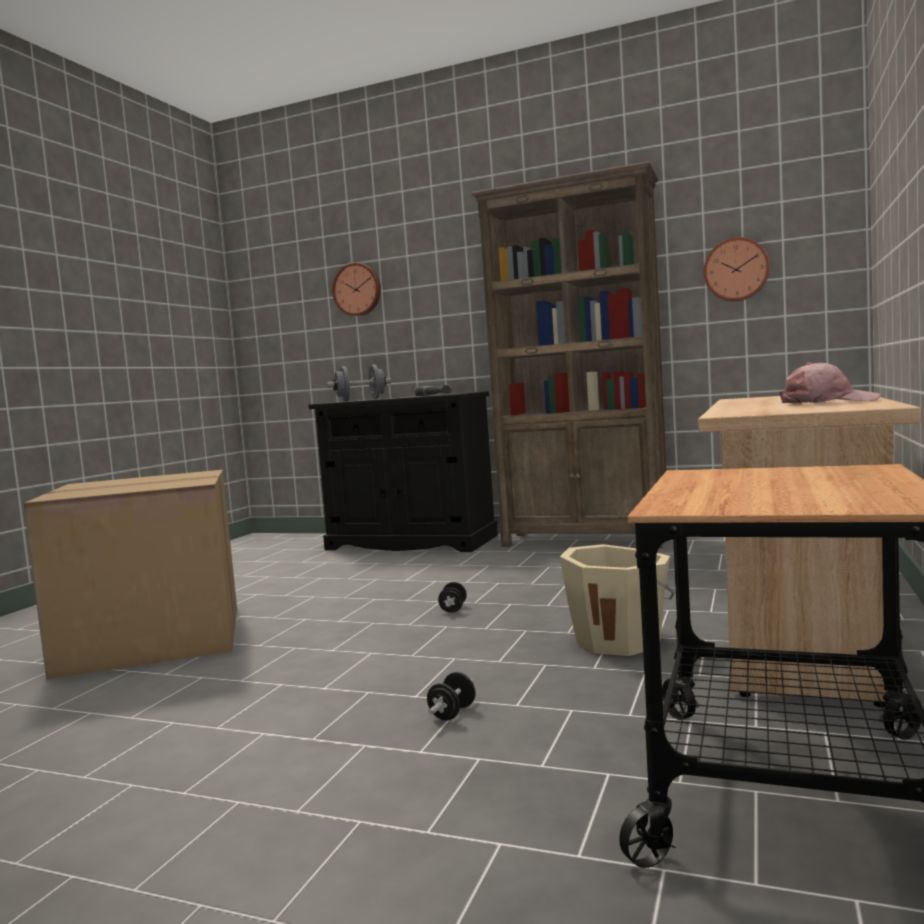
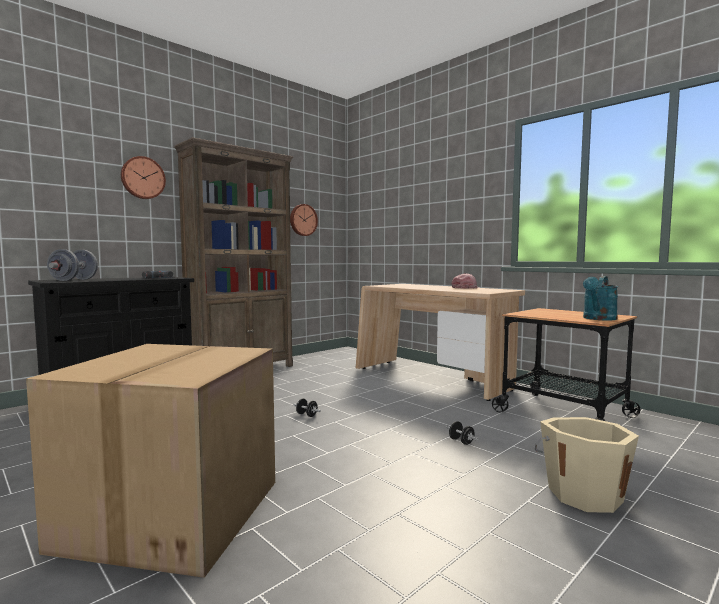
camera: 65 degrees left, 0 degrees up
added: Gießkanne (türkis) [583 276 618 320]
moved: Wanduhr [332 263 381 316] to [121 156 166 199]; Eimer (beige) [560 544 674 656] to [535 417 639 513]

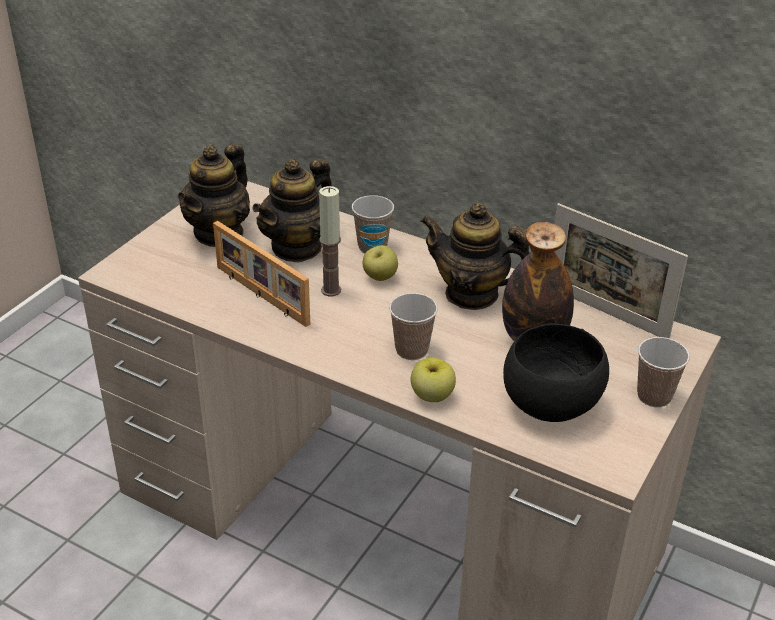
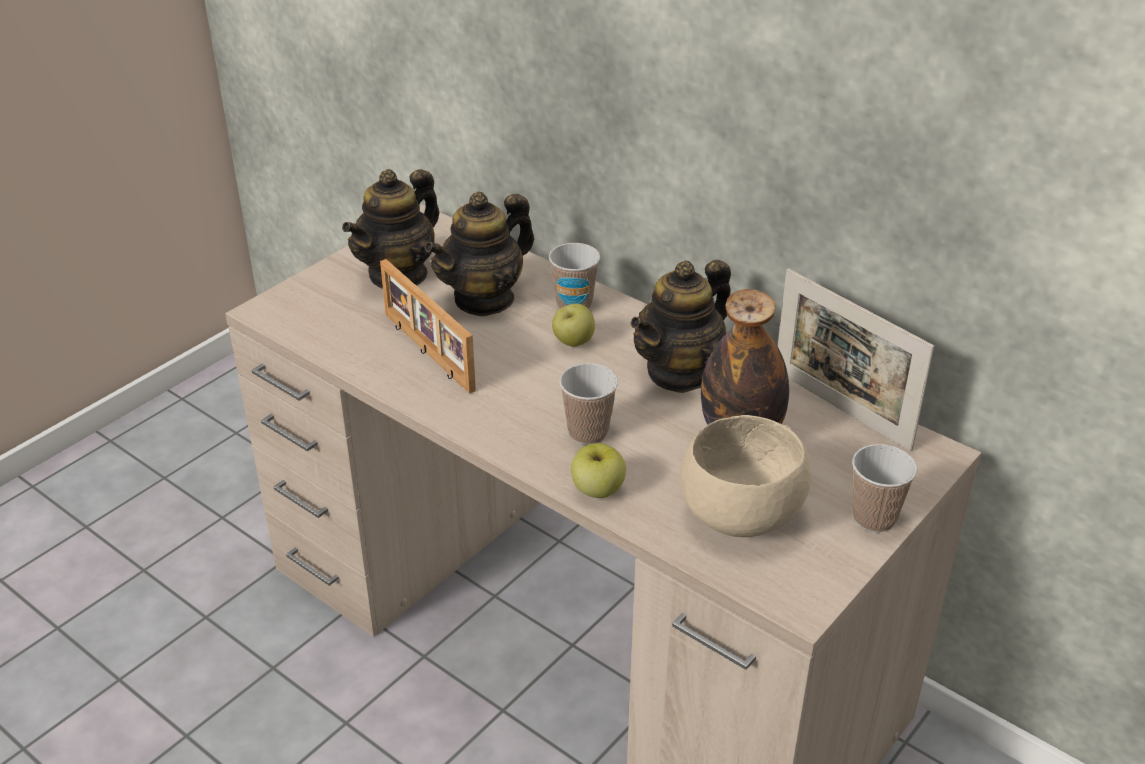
camera: 10 degrees right, 0 degrees up
removed: Kerze [319 186 341 297]
recoloured: Schüssel (schwarz) [503 323 609 422] to Schüssel (beige) [680 415 812 537]
turned: Teekanne [420 203 529 310] = [630 260 731 393] 75 degrees counterclockwise

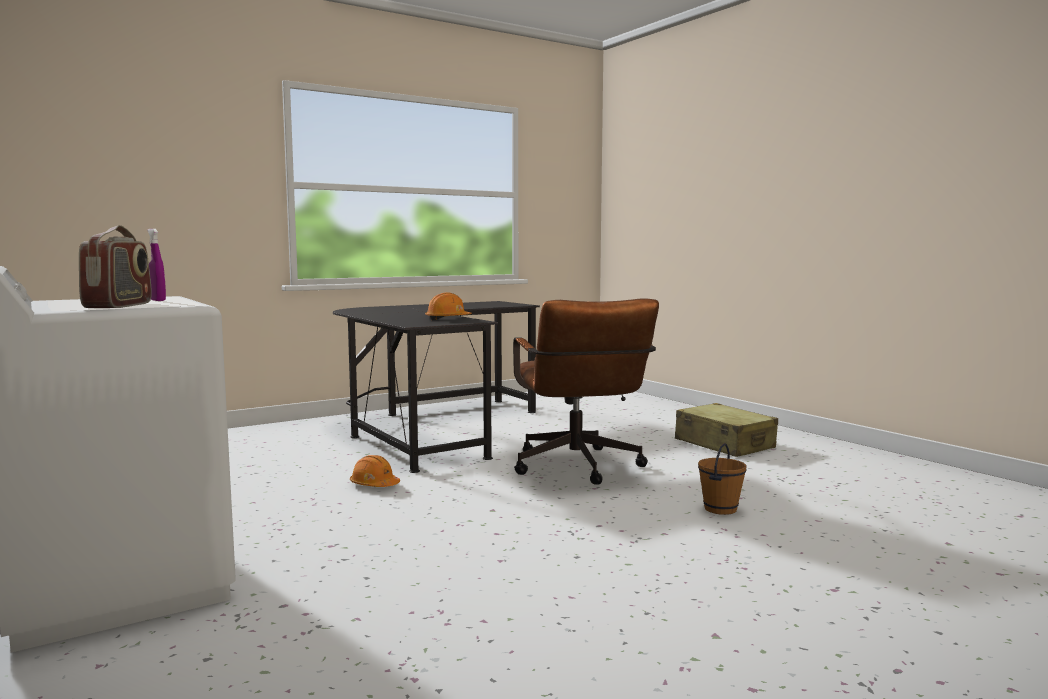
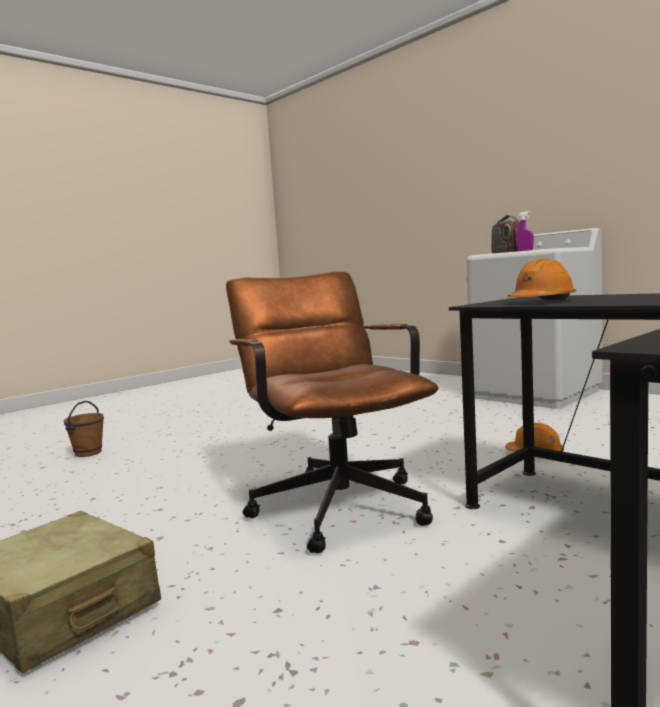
camera: 170 degrees right, 0 degrees up
moved: Eimer (braun) [698 443 747 515] to [64 401 104 457]

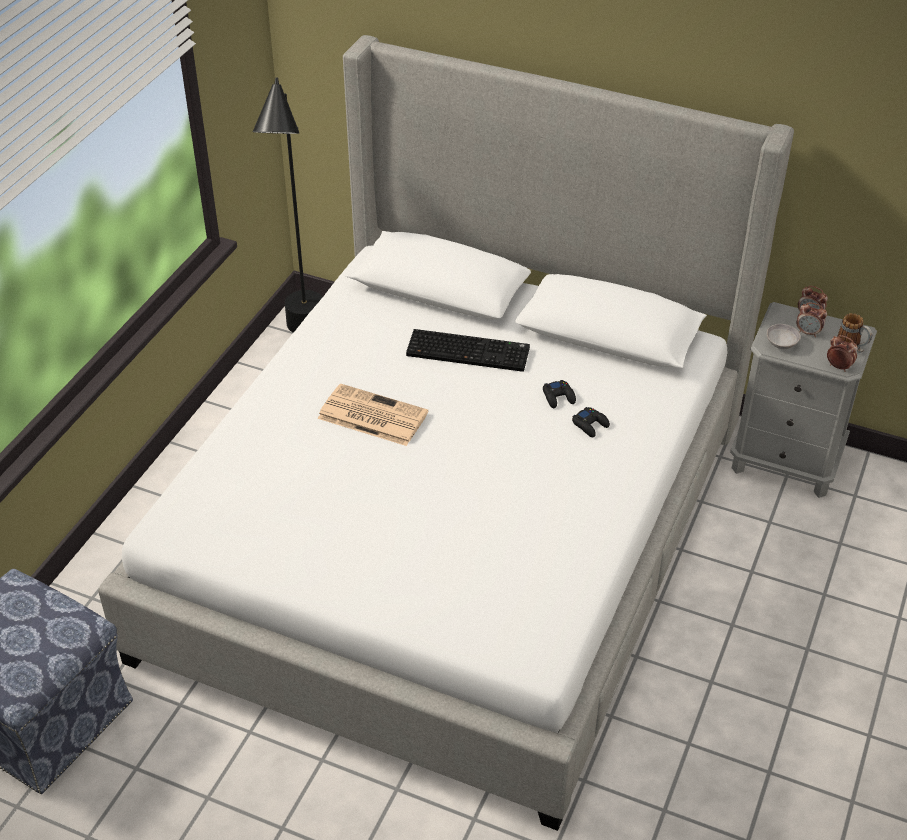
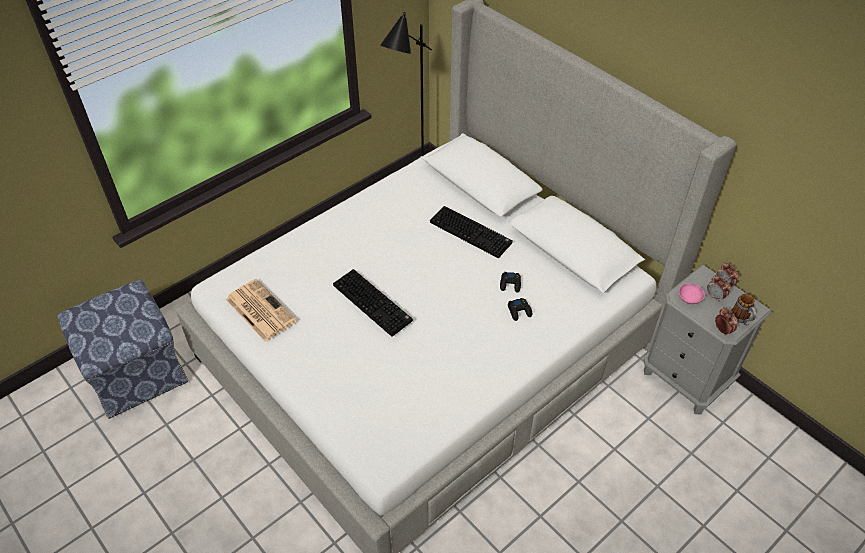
camera: 25 degrees right, 5 degrees up
added: Tastatur [333 269 413 337]
moved: Zeitung [317 384 428 446] to [226 279 297 342]
recoloured: Schüssel (grau) [767 324 801 349] to Schüssel (rosa) [679 283 705 304]

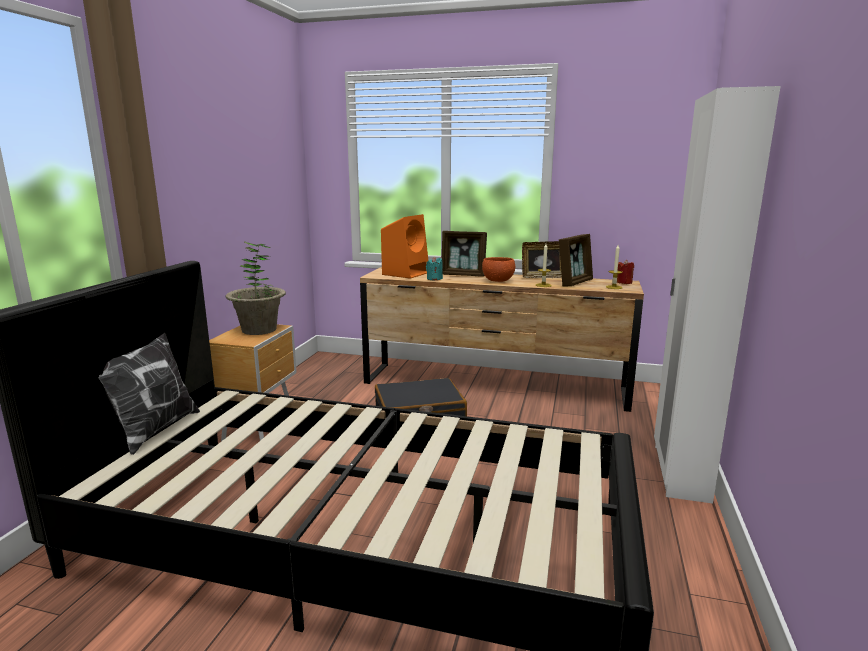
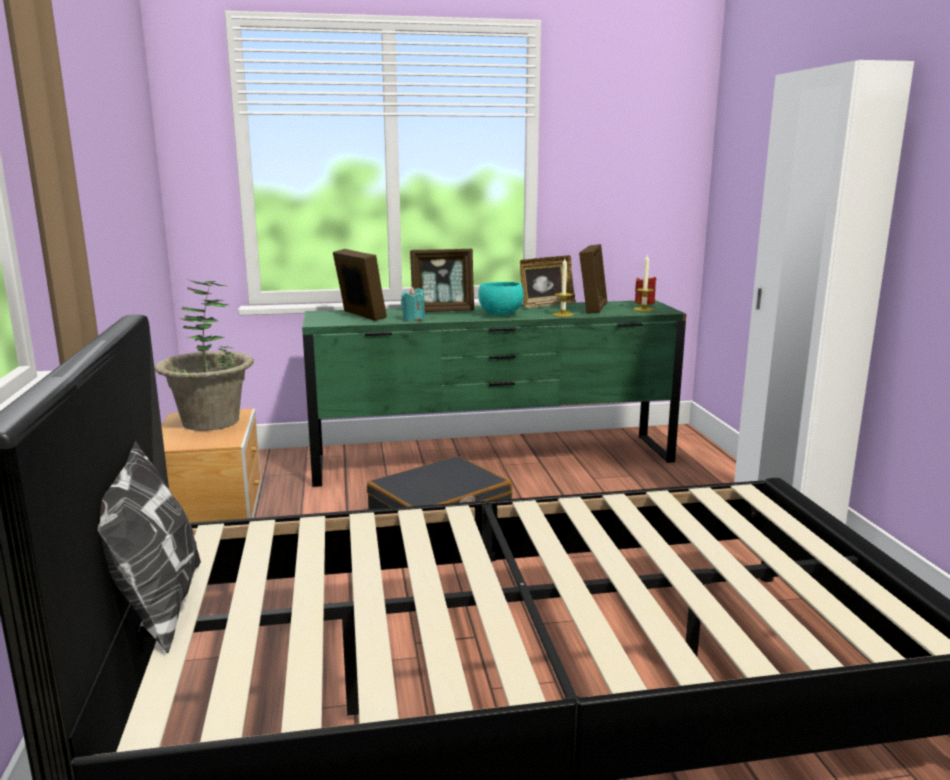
camera: 25 degrees left, 0 degrees up
replaced: Lautsprecher (orange) [381 214 428 279] to Bilderrahmen [333 249 387 321]
recoloured: Kommode (braun) [360 268 644 412] to Kommode (grün) [302 300 686 487]; Schüssel (orange) [482 257 515 282] to Schüssel (türkis) [478 282 524 315]

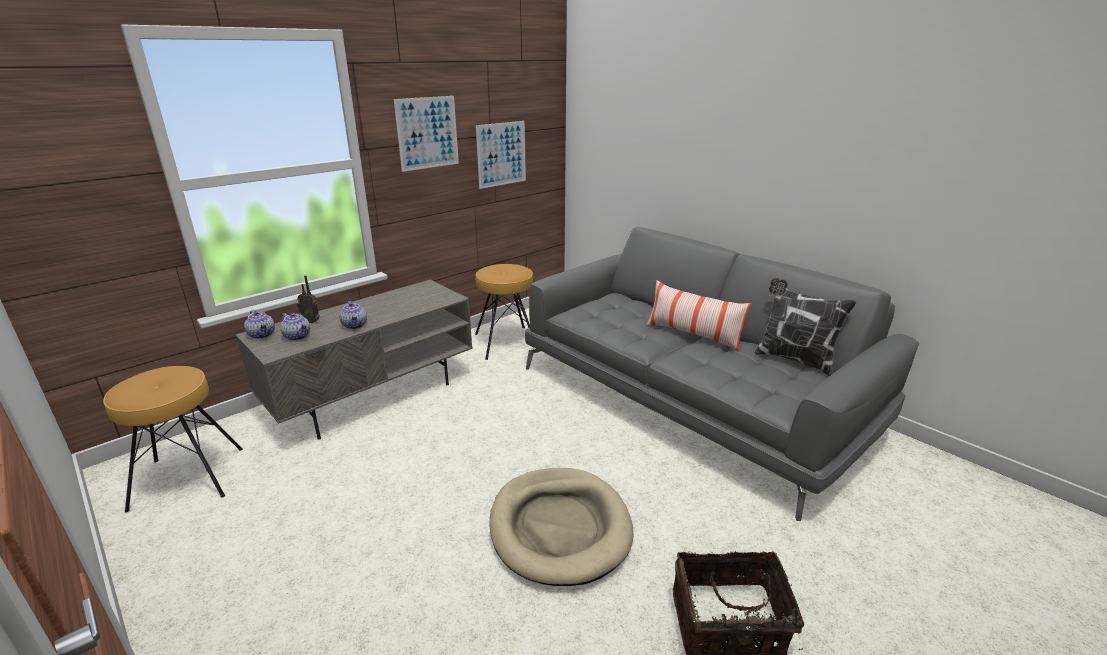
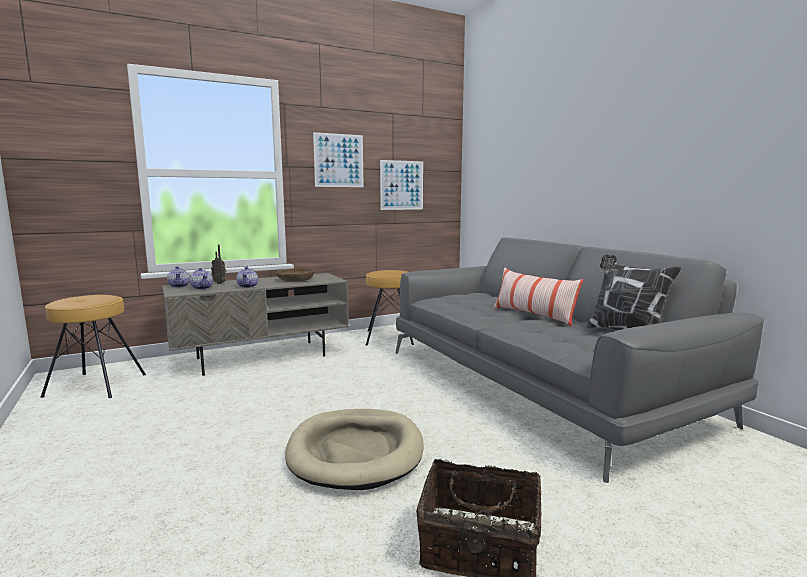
camera: 15 degrees right, 15 degrees down
added: Schüssel (braun) [276 268 315 282]

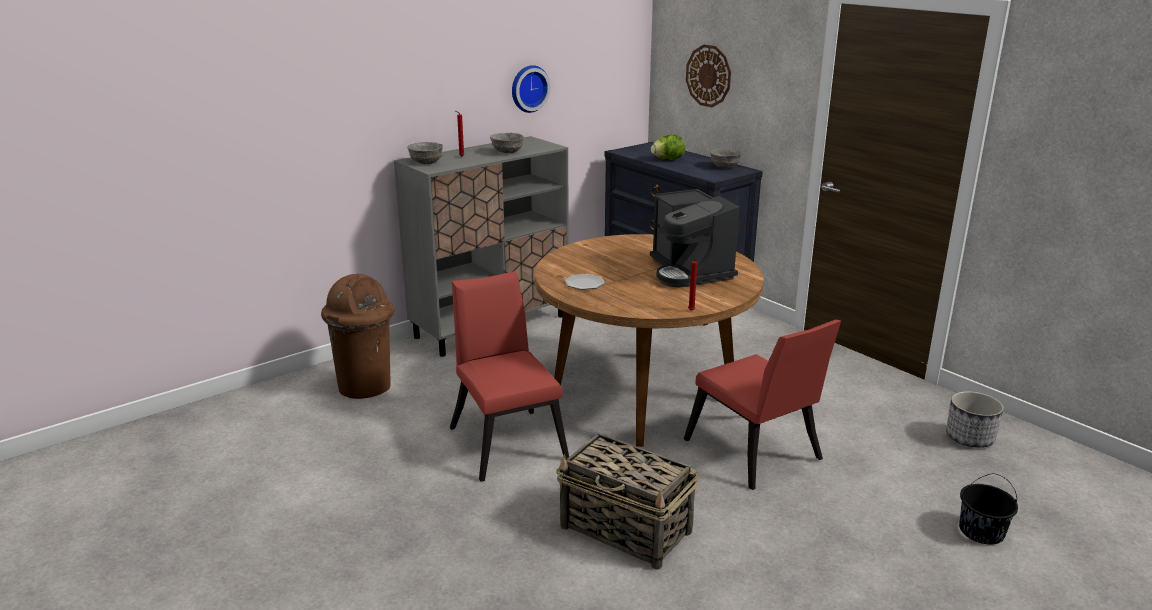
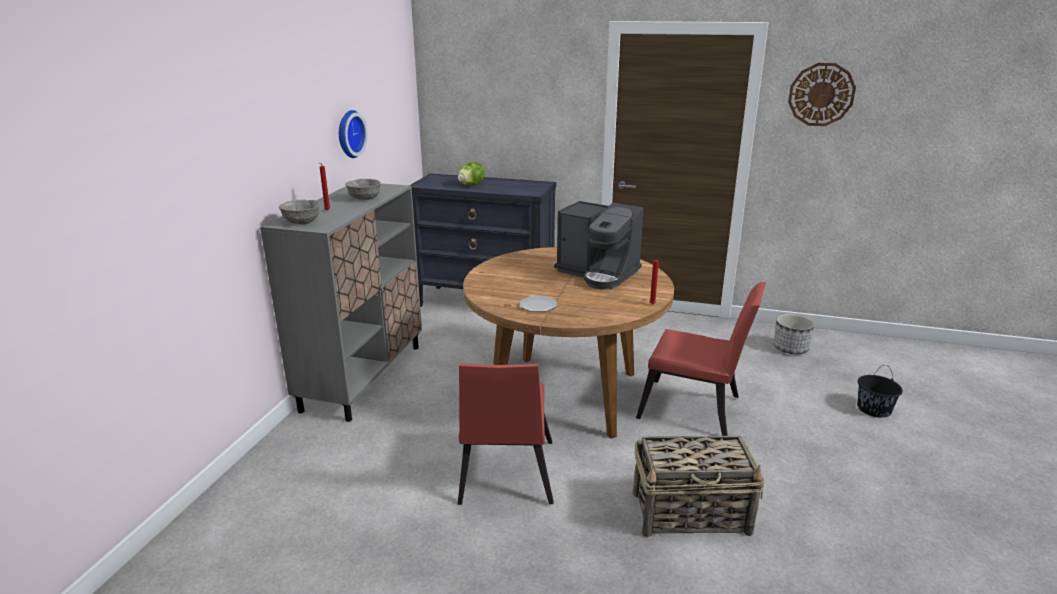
camera: 35 degrees left, 0 degrees up
removed: Mülleimer (braun) [321 274 394 399]; Schüssel (grau) [710 148 742 168]
moved: Wanduhr [686 44 731 107] to [788 63 856 126]
turned: Stuhl (rot) [450 271 569 482] = [457 363 554 505] 120 degrees counterclockwise

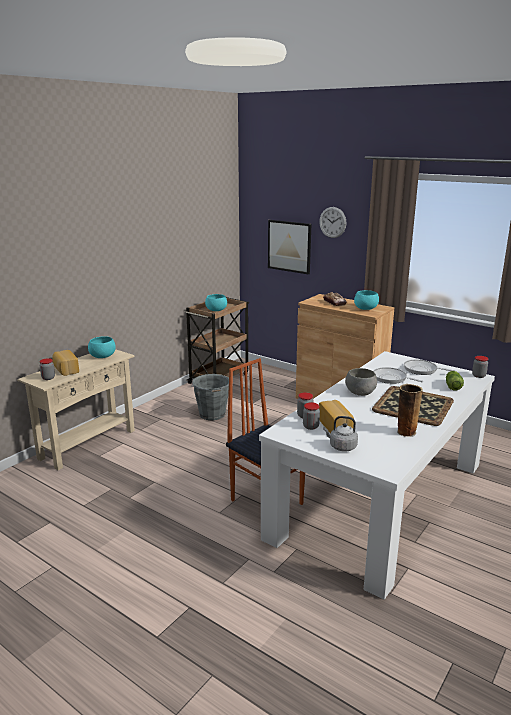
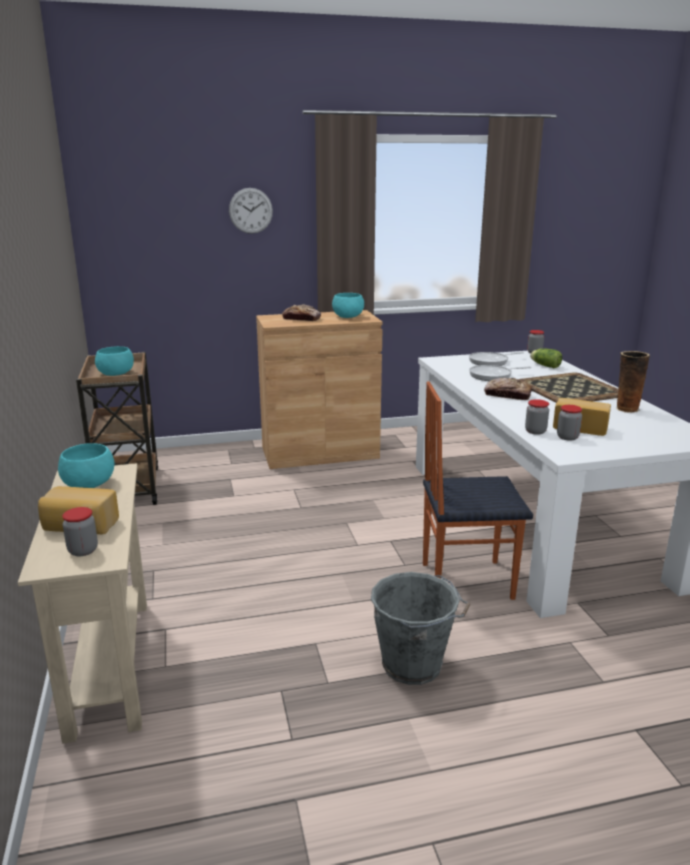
camera: 50 degrees left, 0 degrees up
removed: Bild [268 220 311 274]; Wasserkessel (grau) [323 416 358 452]
moved: Eimer (grau) [192 374 229 420] to [371 572 470 685]
replaced: Schüssel (grau) [345 368 377 396] to Brot [484 378 533 400]

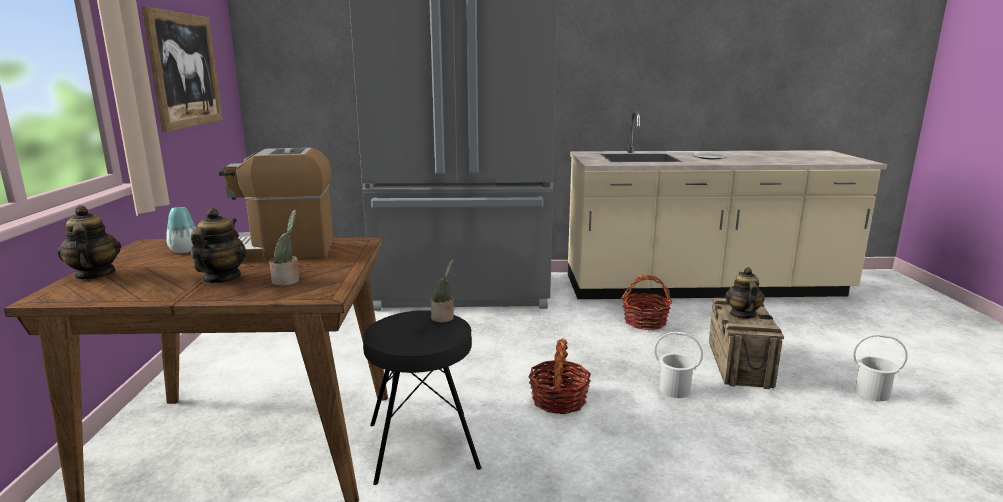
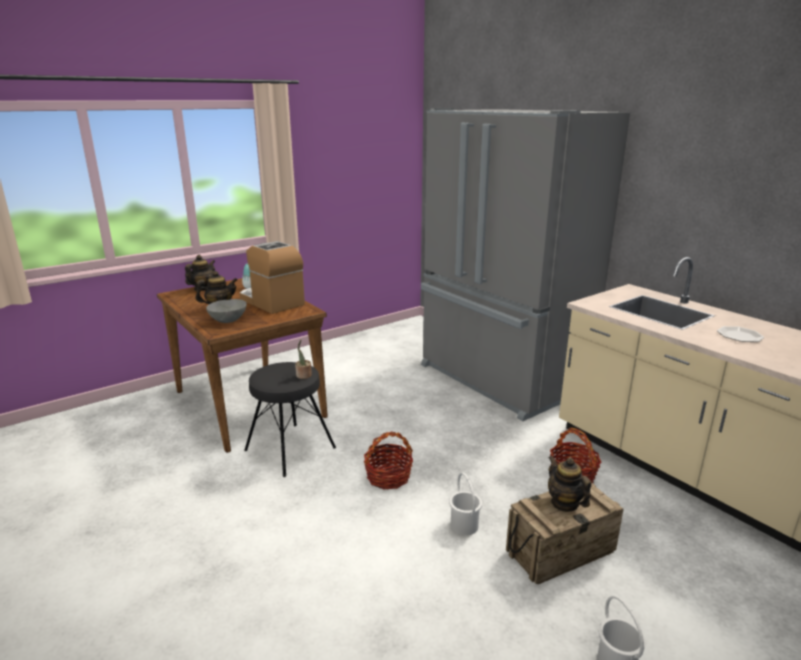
camera: 55 degrees right, 5 degrees up
removed: Bild [142 6 223 132]
replaced: Topfpflanze [269 210 299 286] to Schüssel (grau) [206 299 247 323]
turned: Teekanne [725 267 765 319] = [548 456 591 512] 90 degrees counterclockwise

